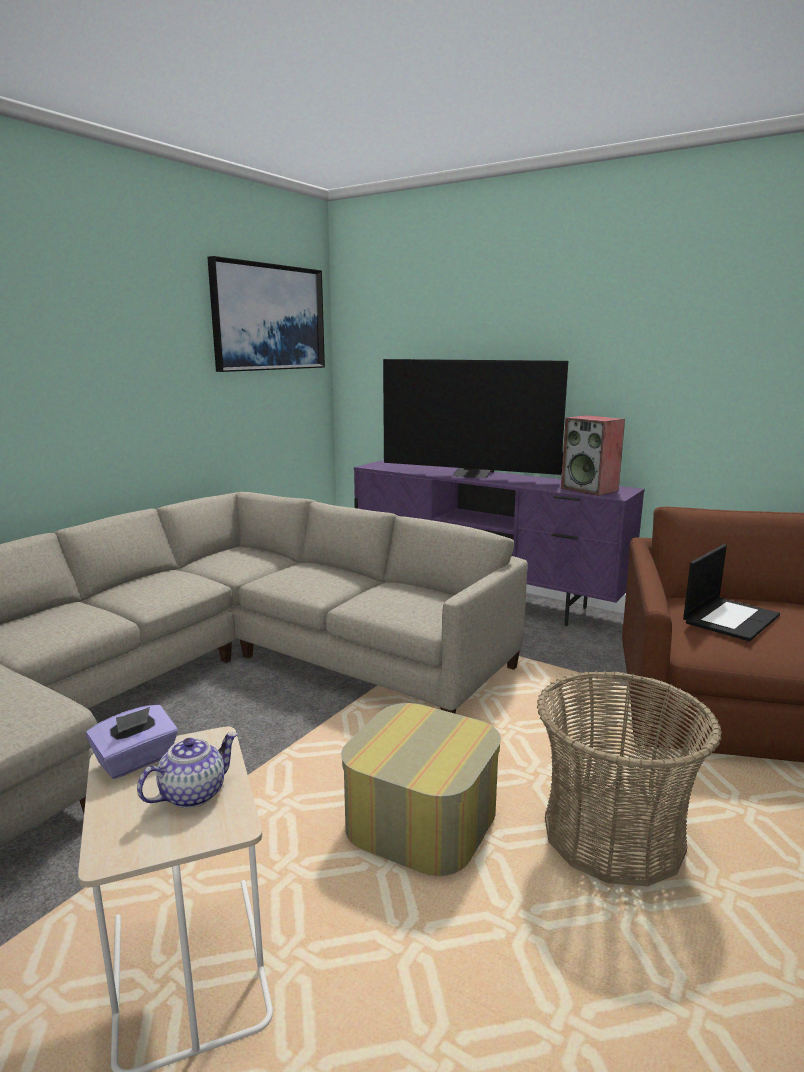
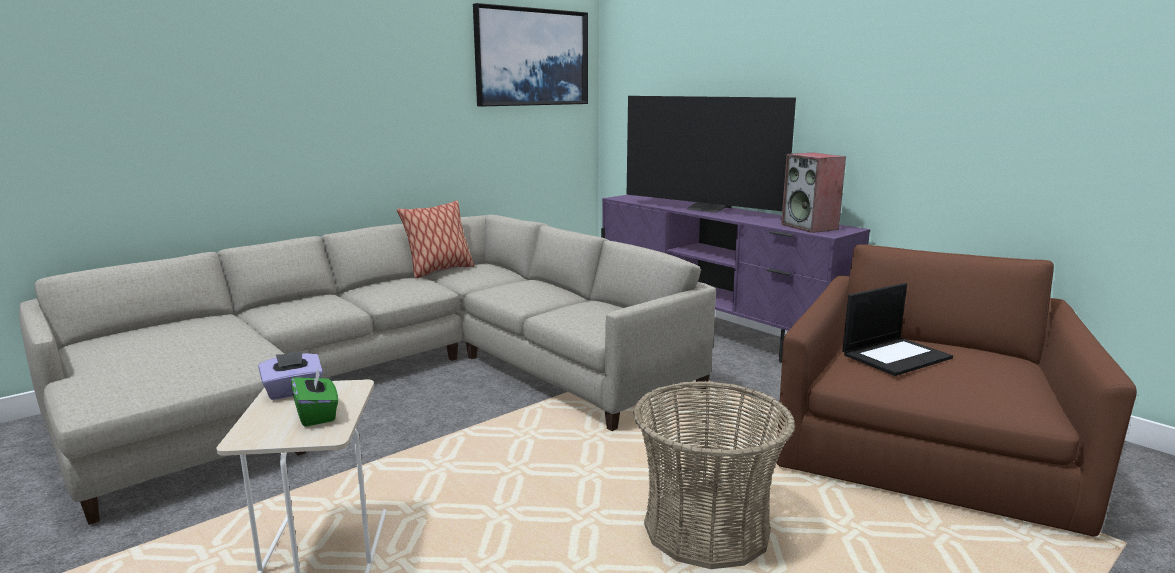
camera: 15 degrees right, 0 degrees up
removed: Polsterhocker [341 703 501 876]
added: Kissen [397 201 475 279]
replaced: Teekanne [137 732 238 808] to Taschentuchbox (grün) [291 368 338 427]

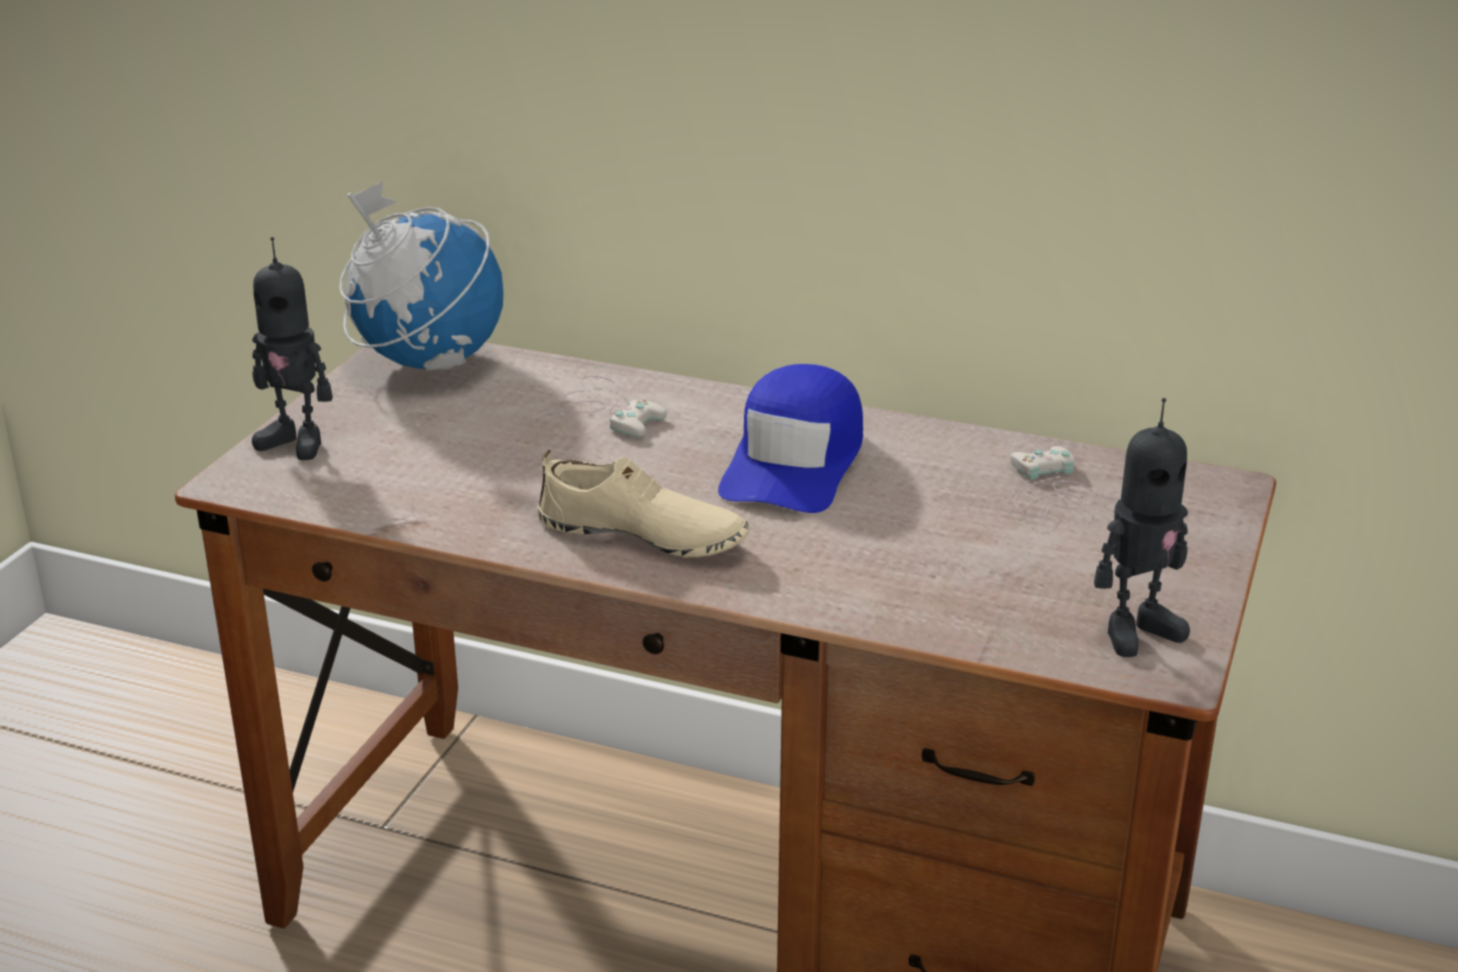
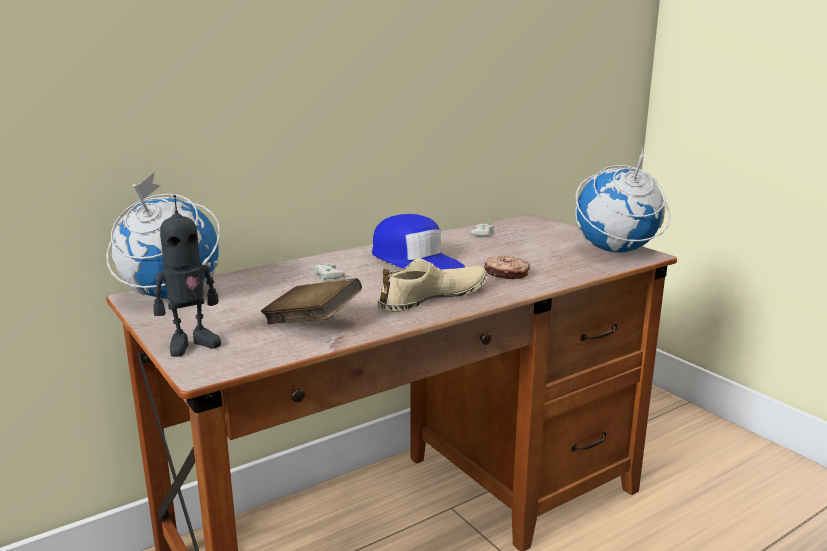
camera: 55 degrees left, 10 degrees down
added: Buch (braun) [261 278 362 324]; Donut [484 255 530 279]
replaced: Spielzeugroboter [1094 398 1190 657] to Globus [575 145 670 252]

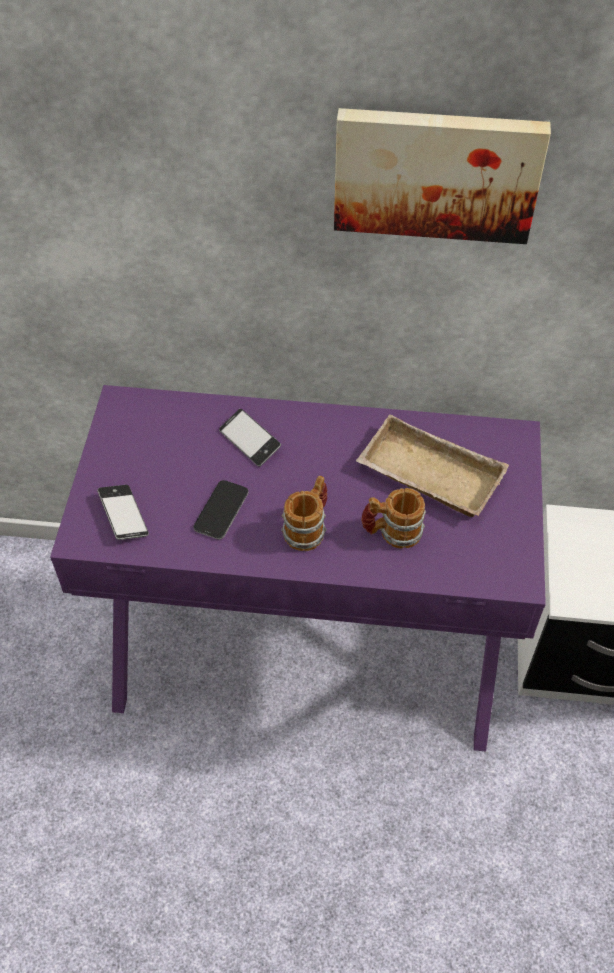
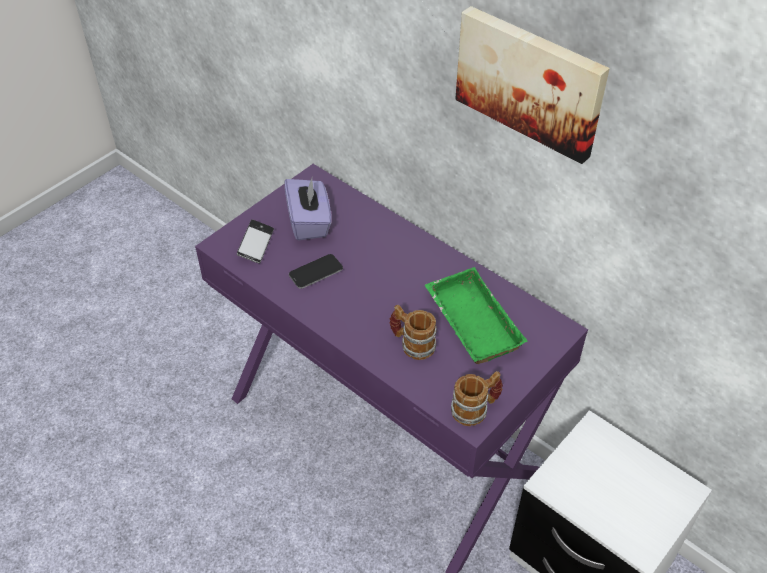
camera: 35 degrees right, 5 degrees down
removed: Handy [219 409 281 467]
added: Taschentuchbox (lila) [284 178 331 240]
moved: Henkelbecher [281 476 327 551] to [451 371 503 426]
recoloured: Tablett (beige) [356 414 509 517] to Tablett (grün) [424 267 528 364]

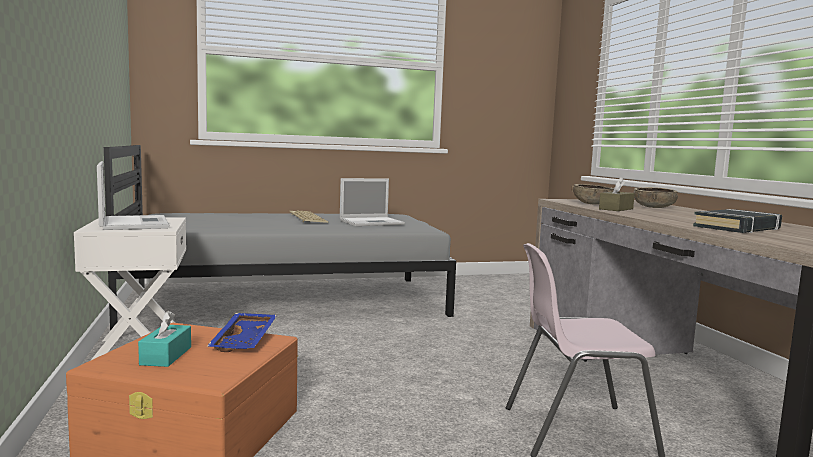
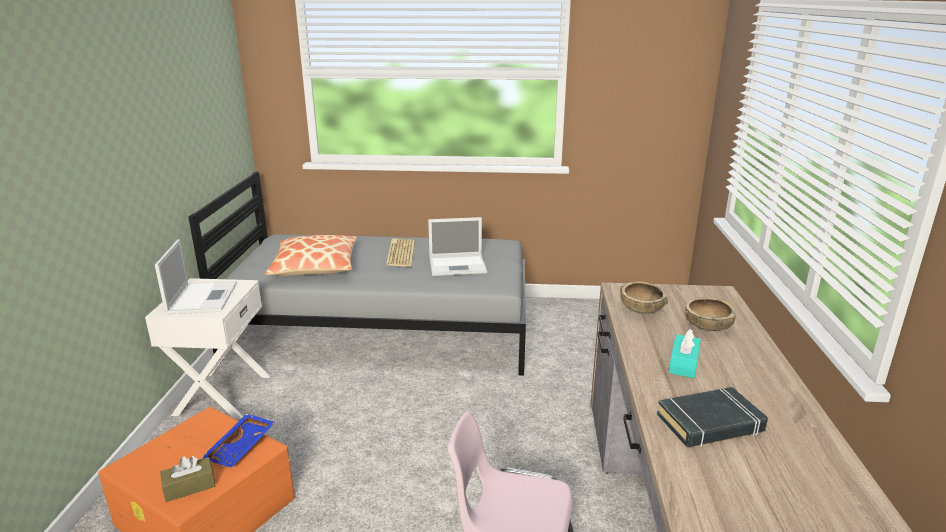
camera: 20 degrees right, 15 degrees up
added: Kissen [265 235 357 276]
moved: Taschentuchbox (braun) [599 177 635 211] to [160 456 215 502]; Taschentuchbox (türkis) [138 311 191 367] to [669 329 701 378]

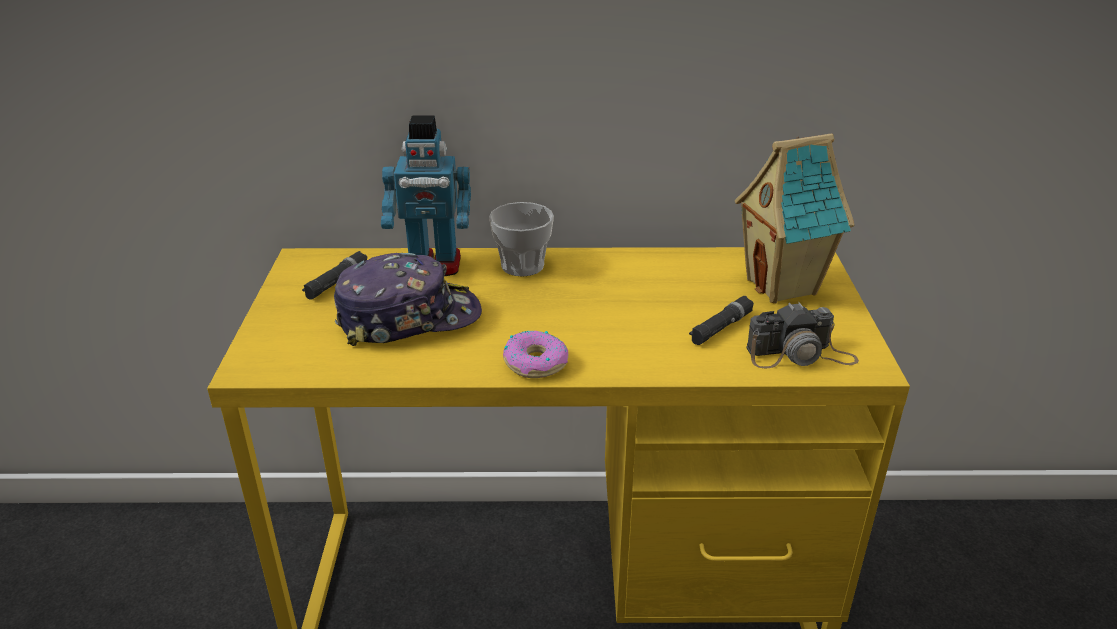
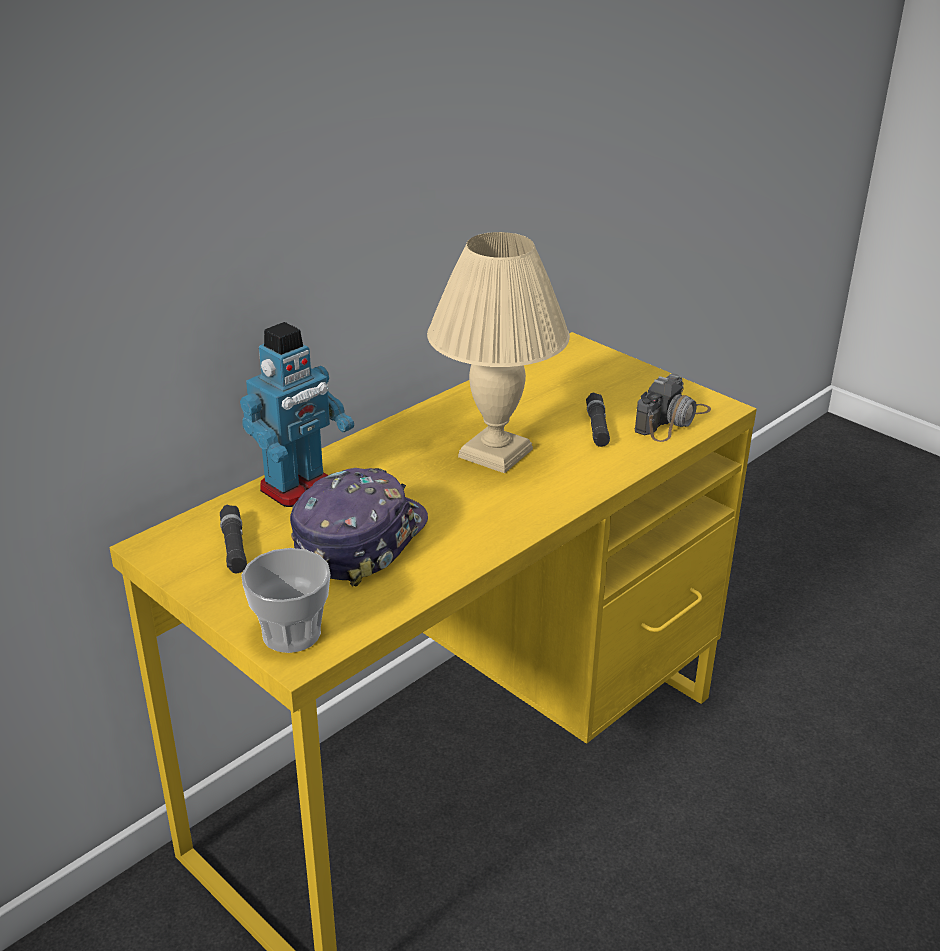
camera: 45 degrees left, 0 degrees up
removed: Donut [503 330 568 378]; Spielzeughaus [735 134 855 303]
added: Tischlampe (beige) [427 232 570 473]
moved: Tasse [489 202 554 277] to [241 548 330 653]

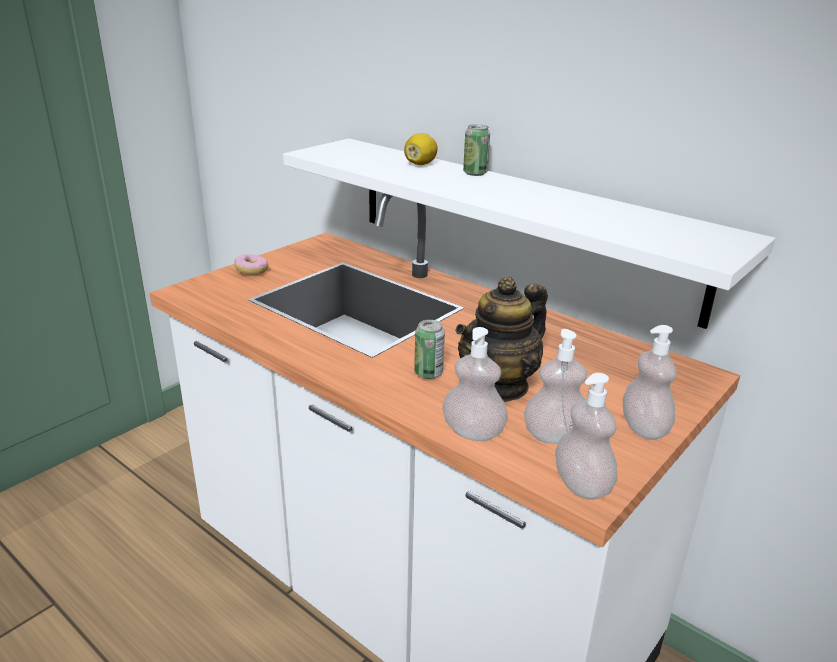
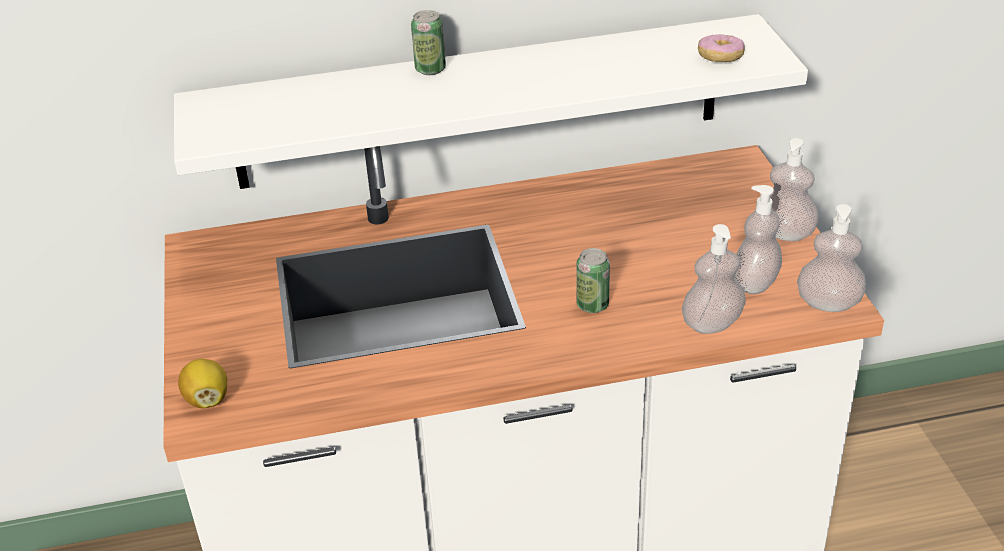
camera: 50 degrees left, 10 degrees up
removed: Teekanne [455 276 548 402]
moved: Zitrone [404 133 438 165] to [178 359 227 408]; Donut [234 254 268 275] to [698 34 745 62]

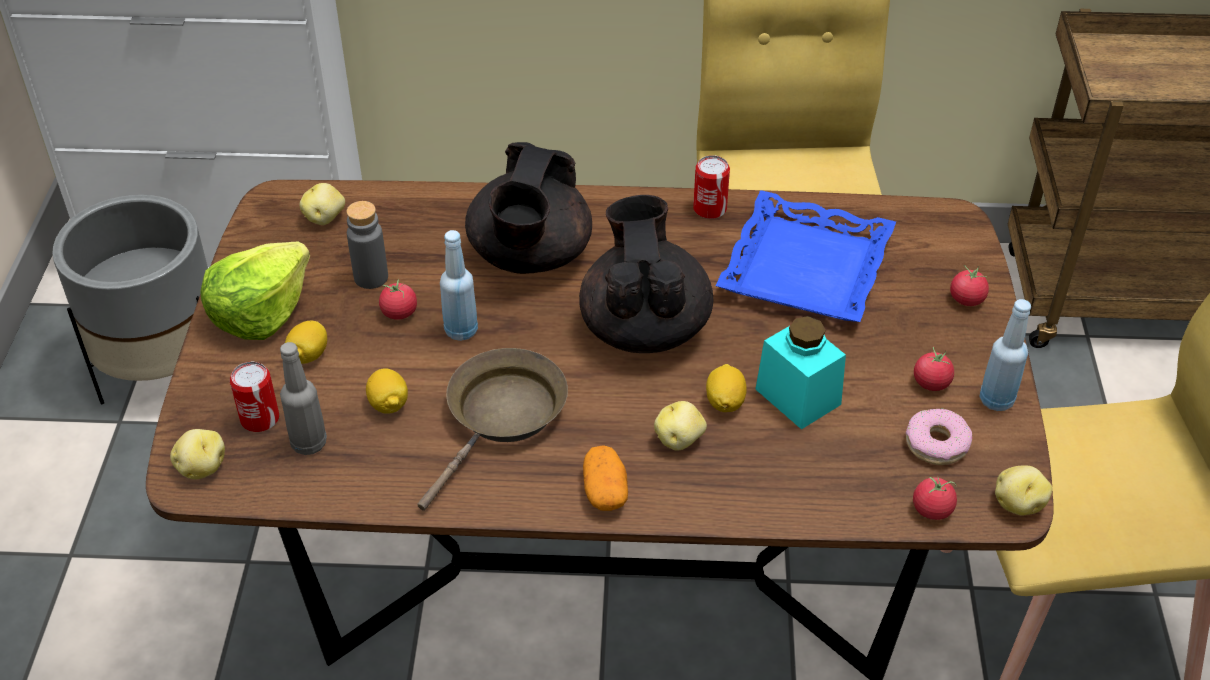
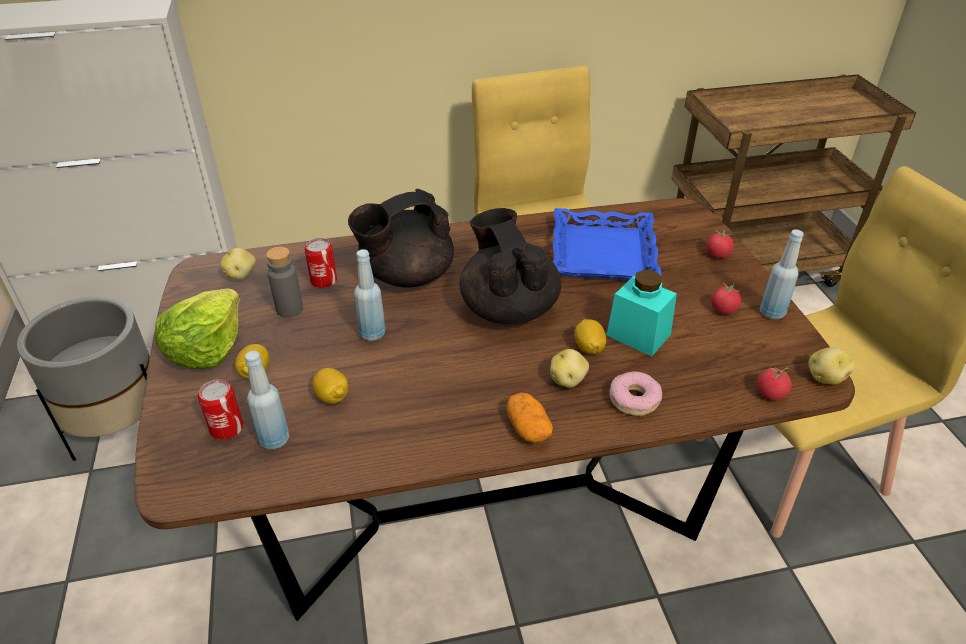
camera: 15 degrees left, 5 degrees down
removed: Kartoffel [170 429 225 479]; Tomate [379 279 417 320]; Pfanne (braun) [417 348 568 511]
moved: Dose [693 155 730 219] to [305 238 337 288]; Donut [906 409 972 465] to [609 371 662 416]
recoloured: Flasche (grau) [280 342 327 455] to Flasche (blau) [245 351 289 450]
turned: Teekanne (schwarz) [465 142 592 274] = [348 189 454 288] 60 degrees clockwise

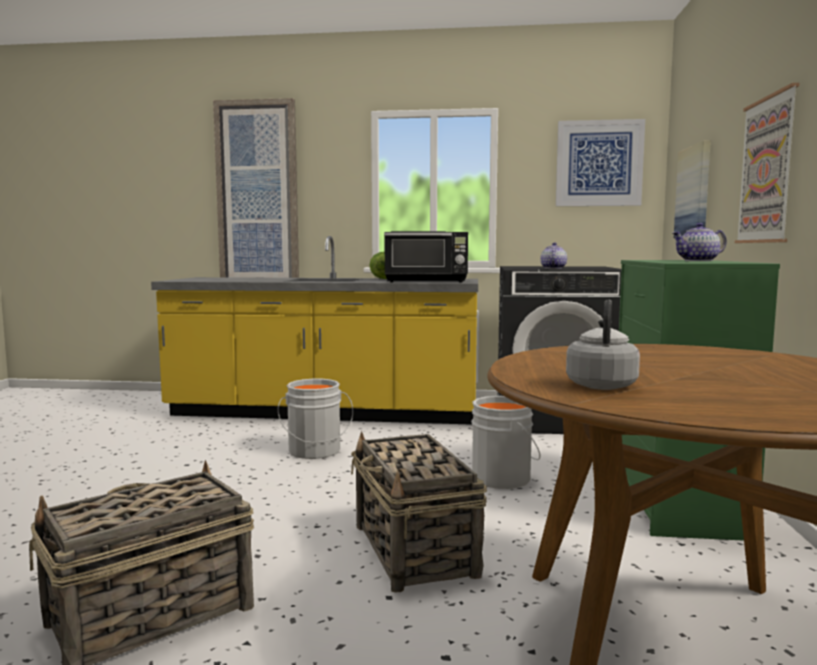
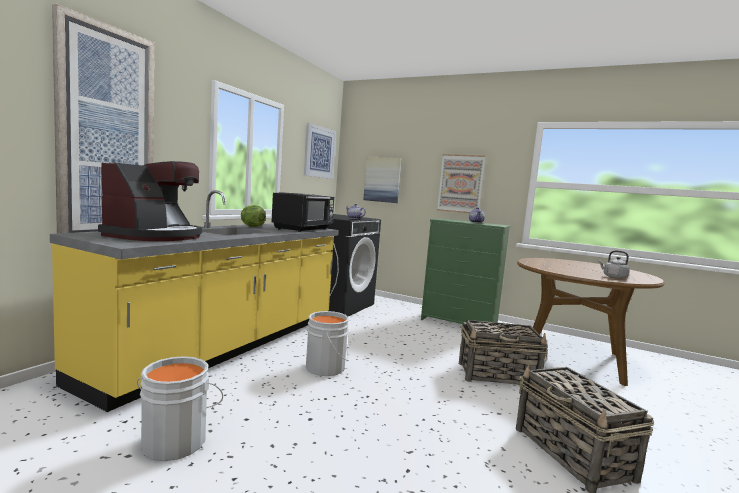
camera: 70 degrees left, 0 degrees up
added: Kaffeemaschine [98 161 202 241]
moved: Eimer (grau) [471 396 540 489] to [137 356 223 461]

